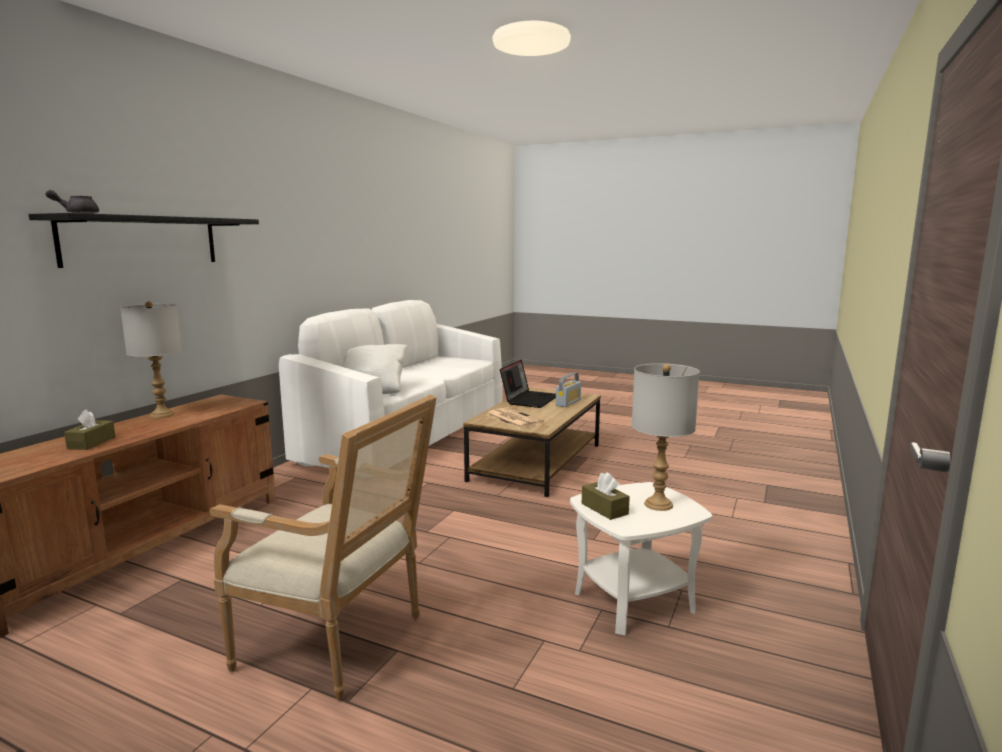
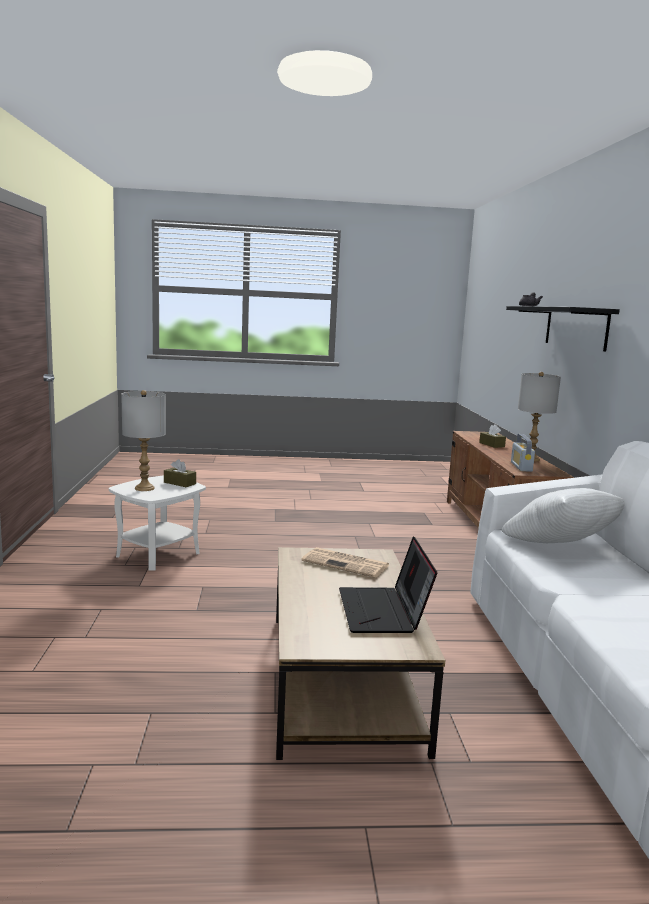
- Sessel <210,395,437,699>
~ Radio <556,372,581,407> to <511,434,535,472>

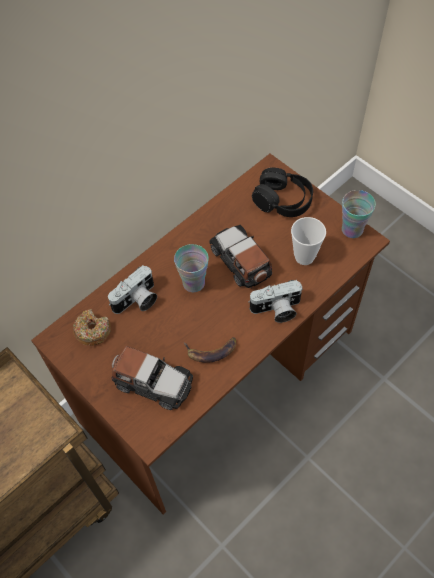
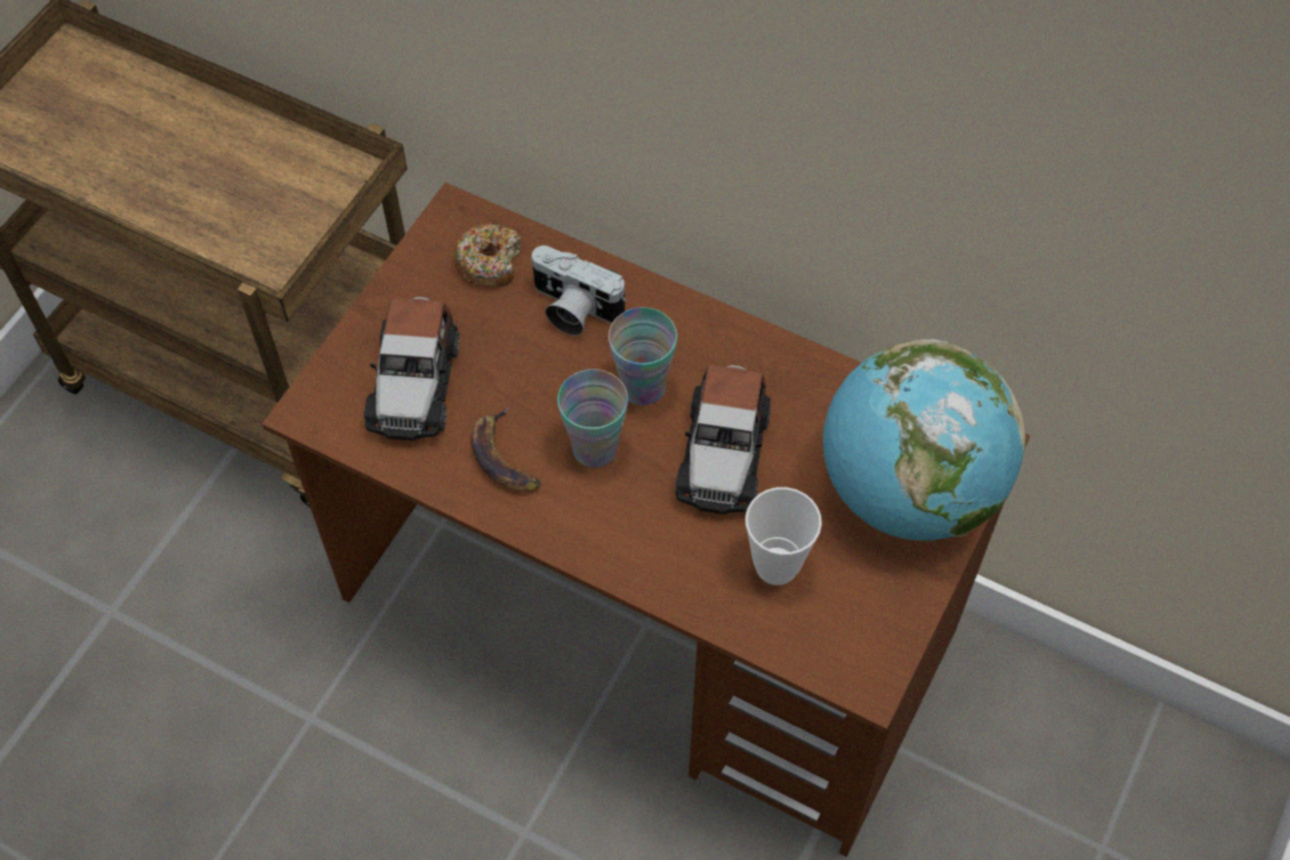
- Kamera <248,280,303,323>
~ Tasse <342,190,376,238> to <557,369,628,468>
~ Kopfhörer (schwarz) <252,168,313,217> to Globus <823,339,1025,540>
~ Spielzeugauto <209,225,272,289> = <675,365,771,514> 150 degrees clockwise

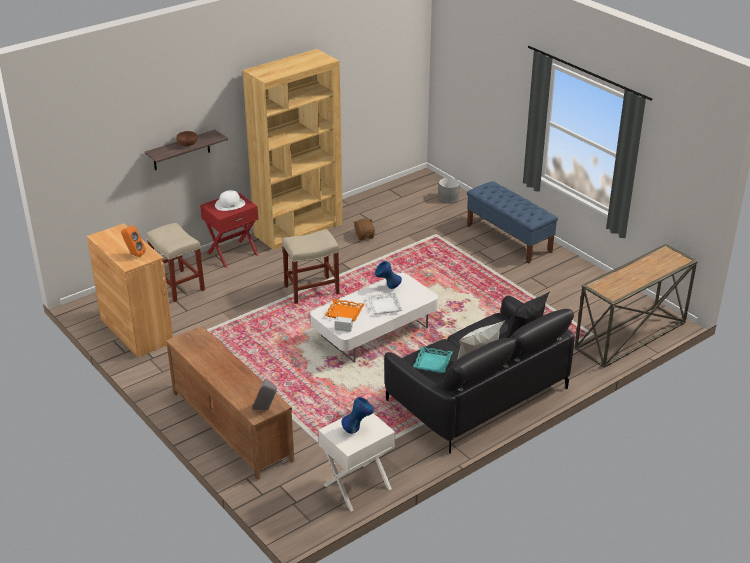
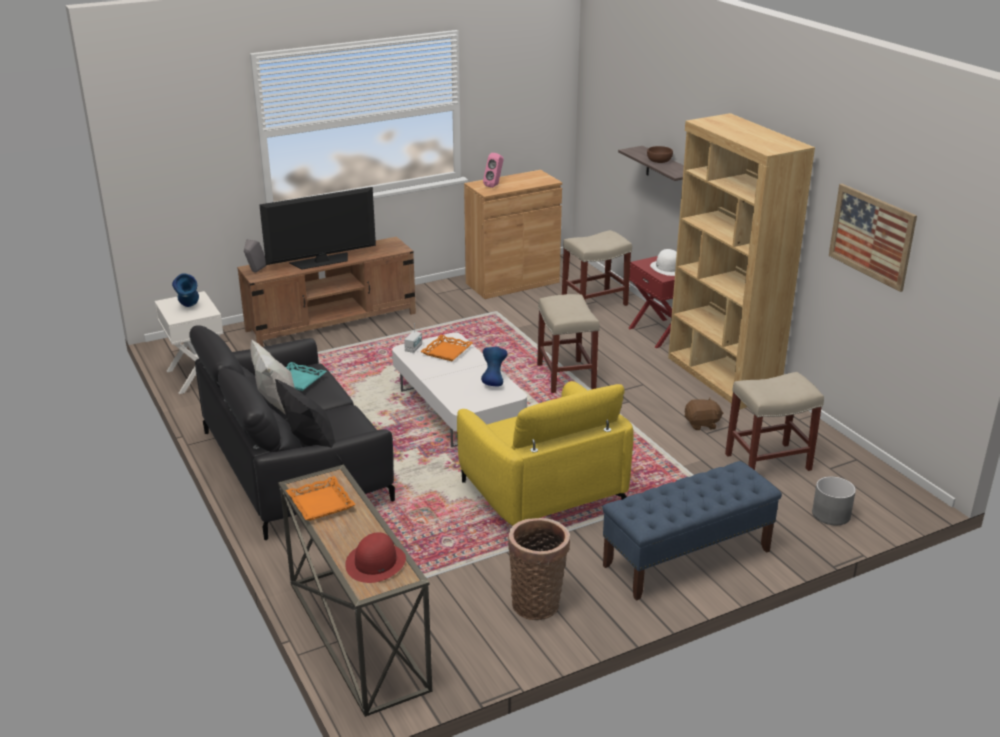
- Tablett (weiß) <367,292,403,314>
+ Fernseher <259,187,376,270>
+ Tablett (orange) <286,476,356,521>
+ Hut (rot) <345,532,406,583>
+ Sessel (gelb) <457,381,634,526>
+ Korb <508,518,570,620>
+ Hocker (beige) <725,372,824,471>
+ Bild <829,184,917,292>
~ Lautsprecher (orange) <121,225,146,257> to Lautsprecher (rosa) <483,153,504,188>

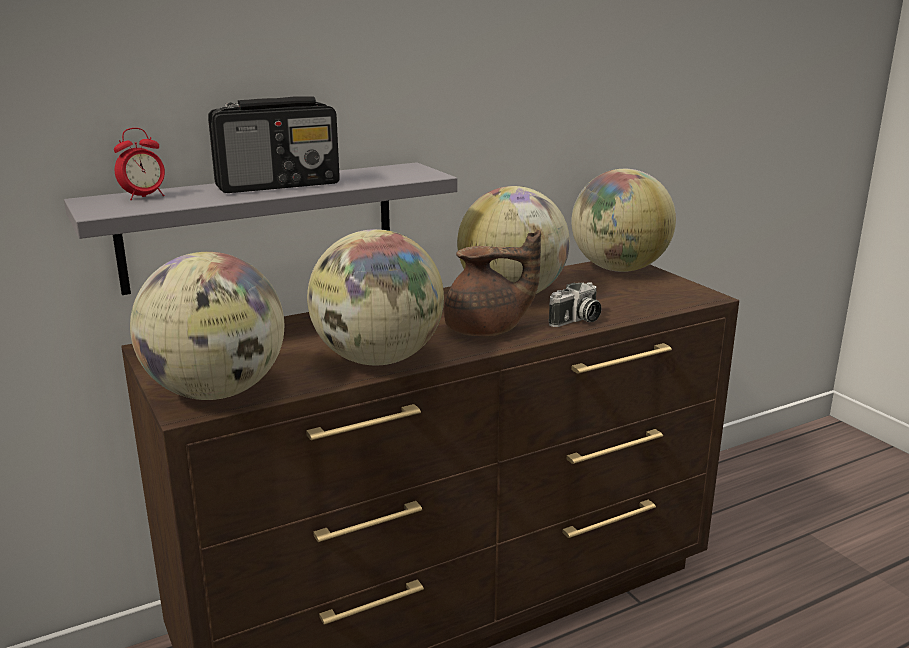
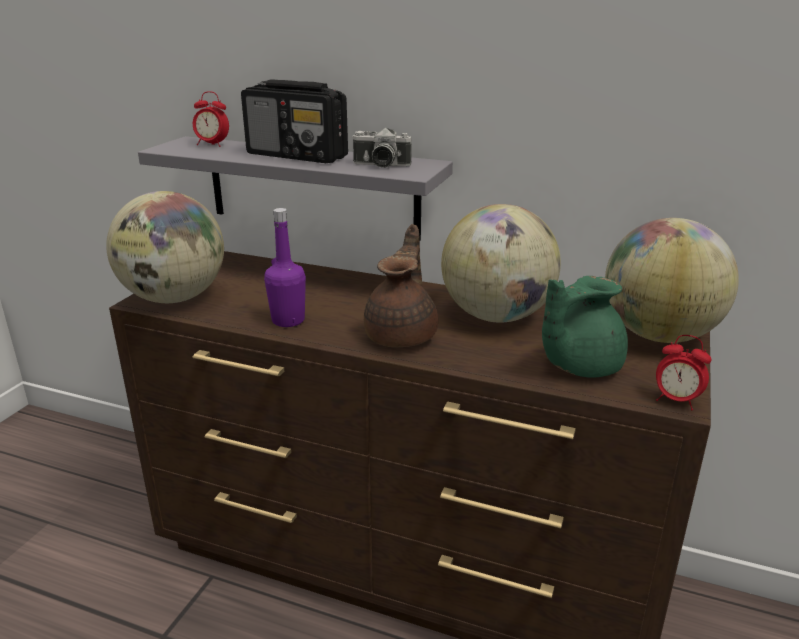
+ Teekanne (grün) <542,276,628,378>
+ Wecker <656,335,711,410>
~ Kamera <549,282,602,327> to <352,128,412,168>
~ Globus <307,229,444,365> to Flasche (lila) <264,208,306,327>
~ Teekanne (braun) <444,230,541,336> = <364,224,438,347> 120 degrees counterclockwise

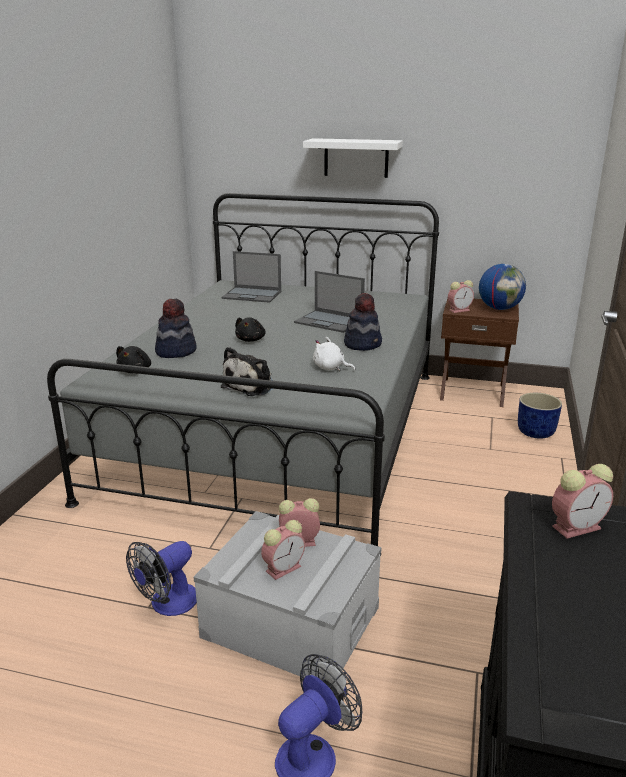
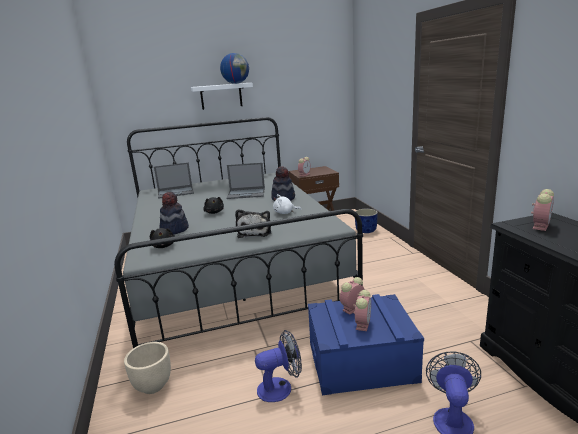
+ Pflanzkübel (beige) <124,342,171,394>
~ Globus <479,264,526,310> to <220,53,249,84>
~ Aufbewahrungsbox (grau) <194,511,382,679> to Aufbewahrungsbox (blau) <308,294,424,395>
~ Ventilator <126,541,197,616> = <255,330,302,402> 120 degrees counterclockwise

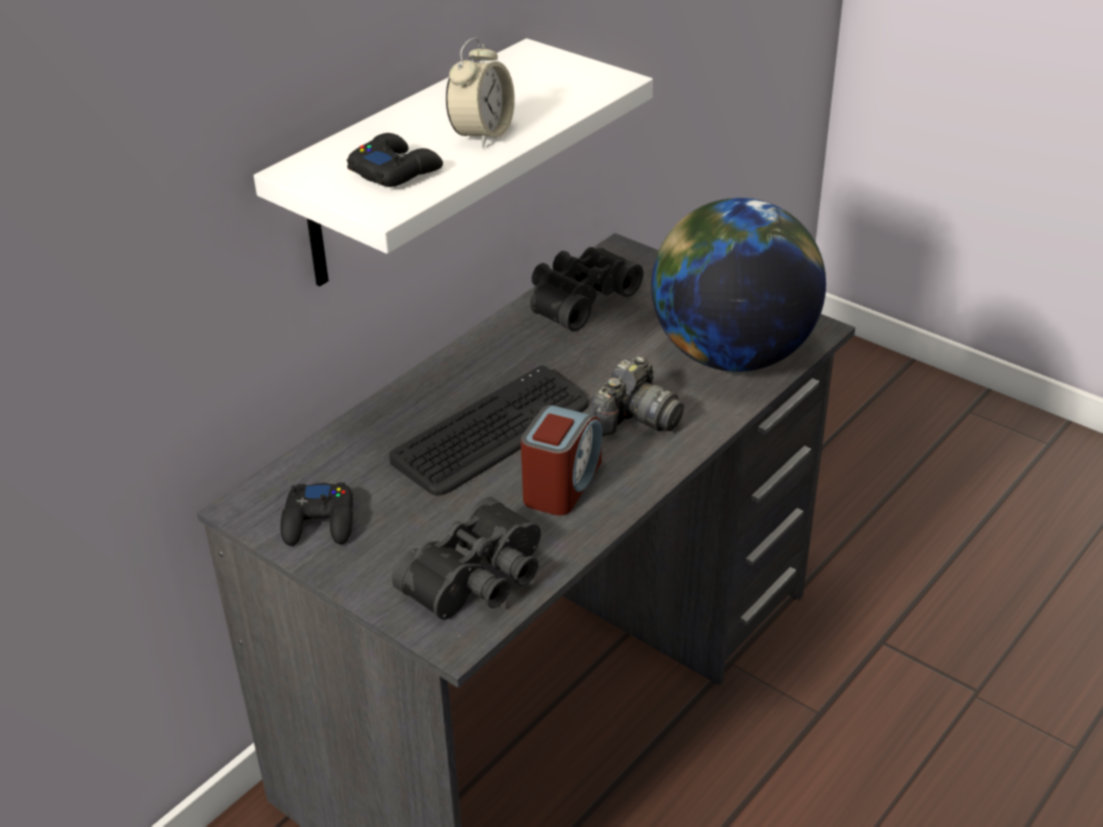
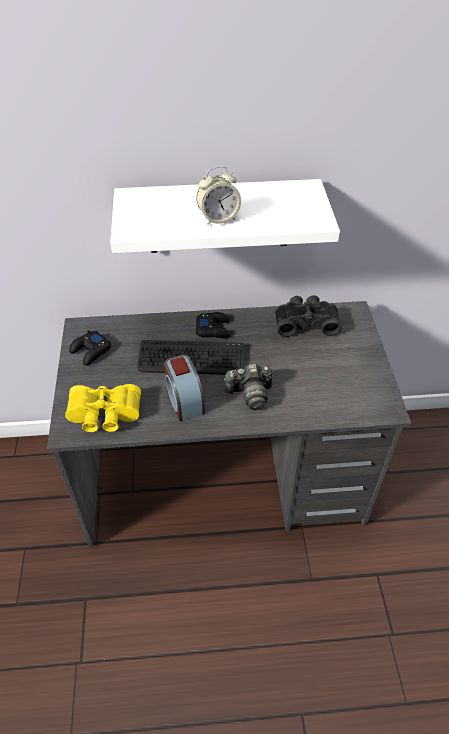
- Globus <651,198,826,372>
~ Gamepad (schwarz) <347,133,443,187> to <196,312,230,338>
~ Fernglas (schwarz) <392,497,541,620> to Fernglas (gelb) <65,384,141,432>
~ Wecker <521,405,602,516> = <164,354,205,422> 90 degrees clockwise

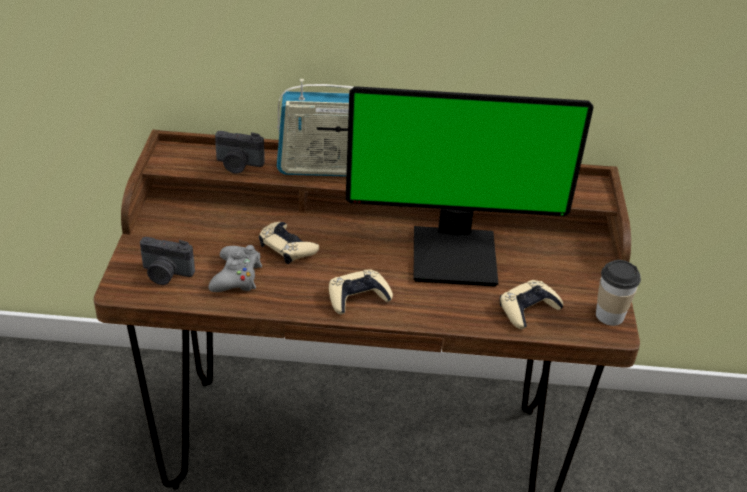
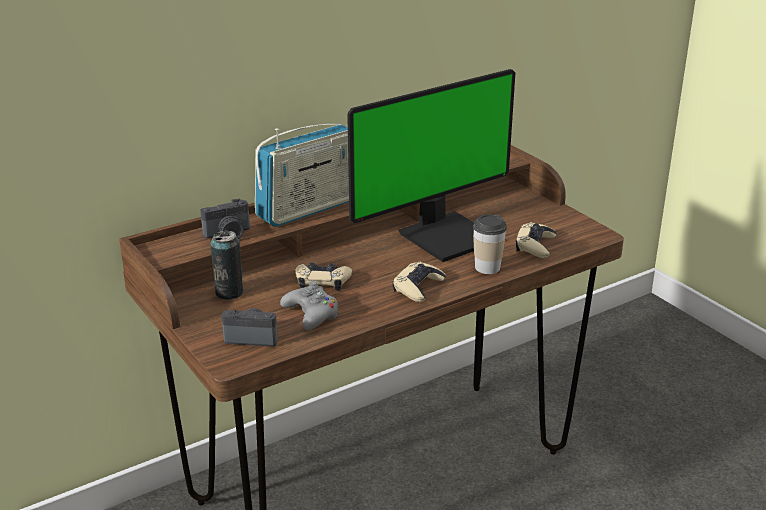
+ Dose <210,230,244,300>
~ Tasse <596,260,641,326> to <473,215,507,274>
~ Kamera <140,237,195,285> = <221,308,278,347> 150 degrees counterclockwise

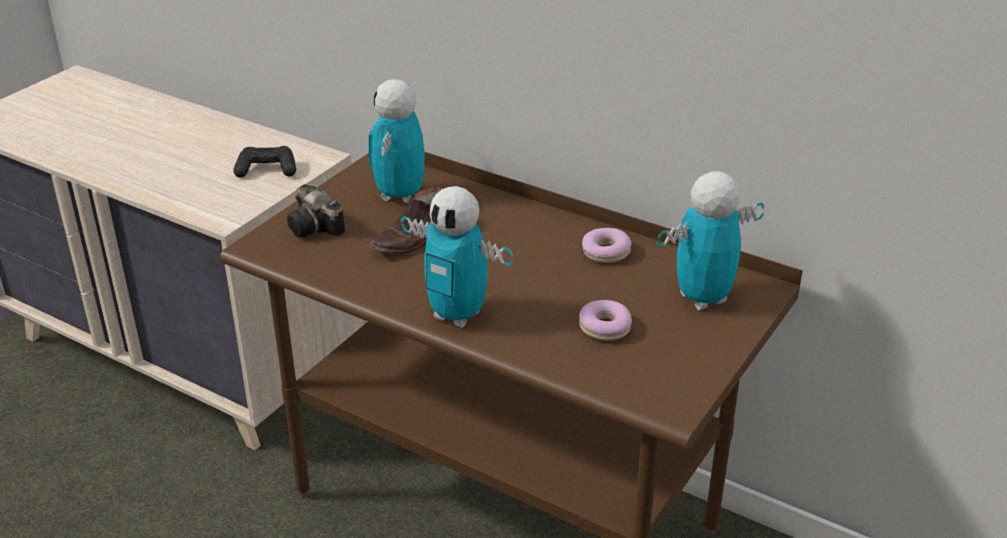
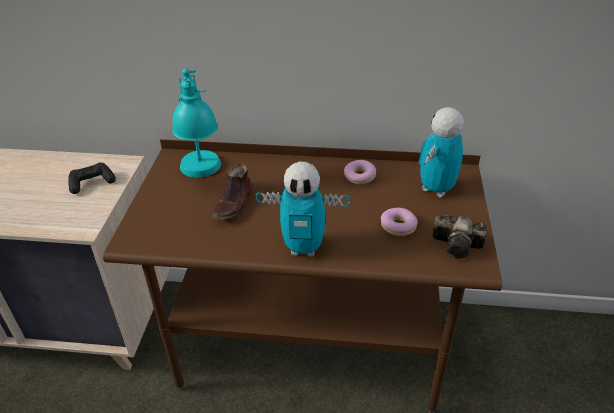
~ Kamera <287,184,345,237> to <433,215,487,259>
~ Spielzeugroboter <369,79,425,204> to Tischlampe (türkis) <172,68,221,178>

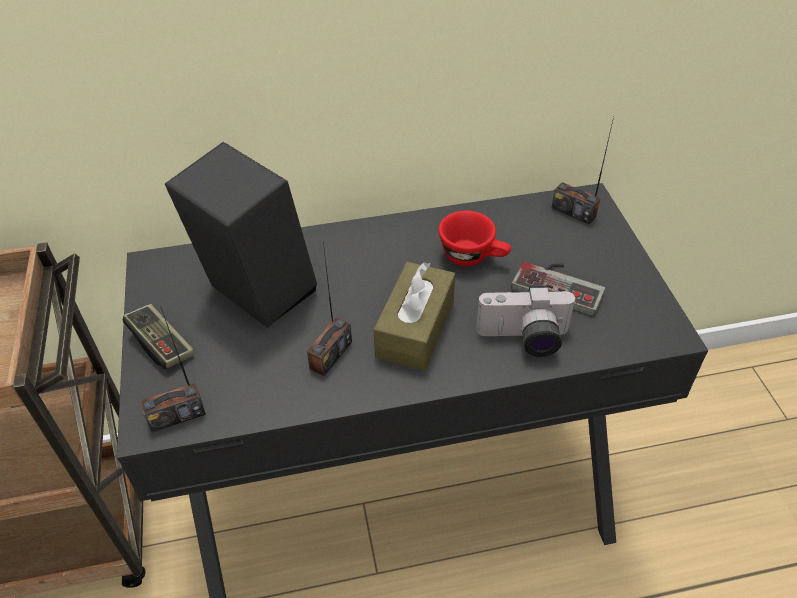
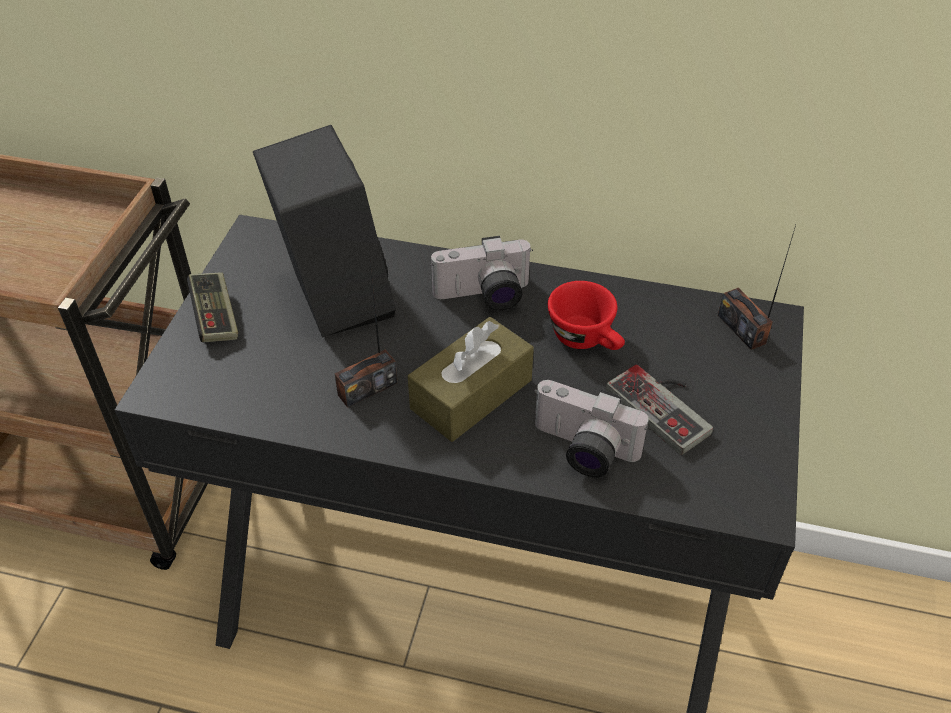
- Radio <141,306,206,433>
+ Kamera <431,236,533,311>

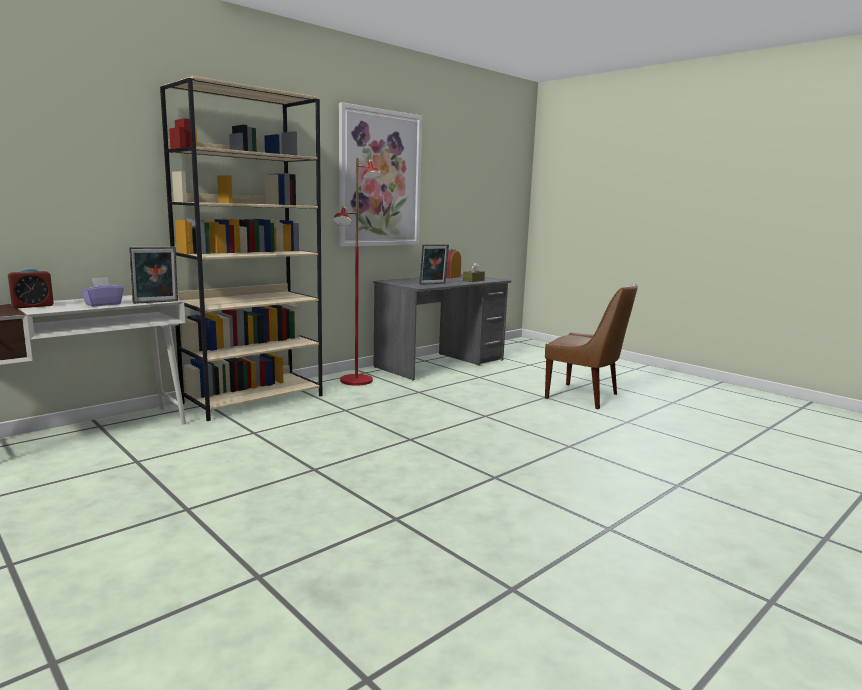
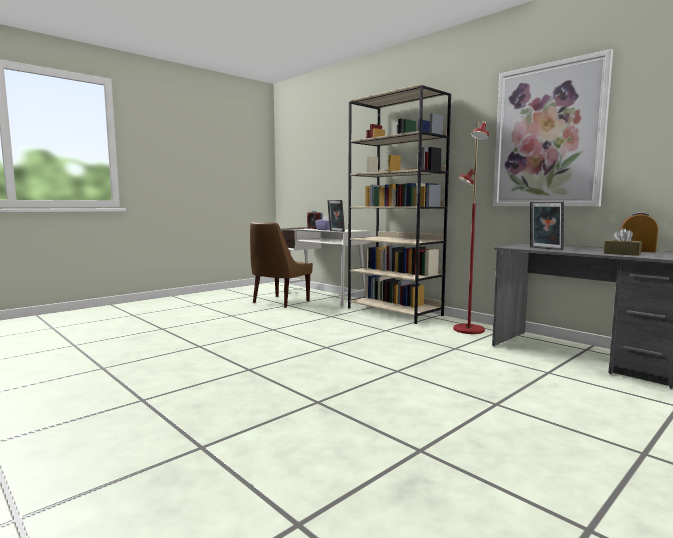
~ Stuhl (braun) <545,283,638,409> to <250,222,313,308>

